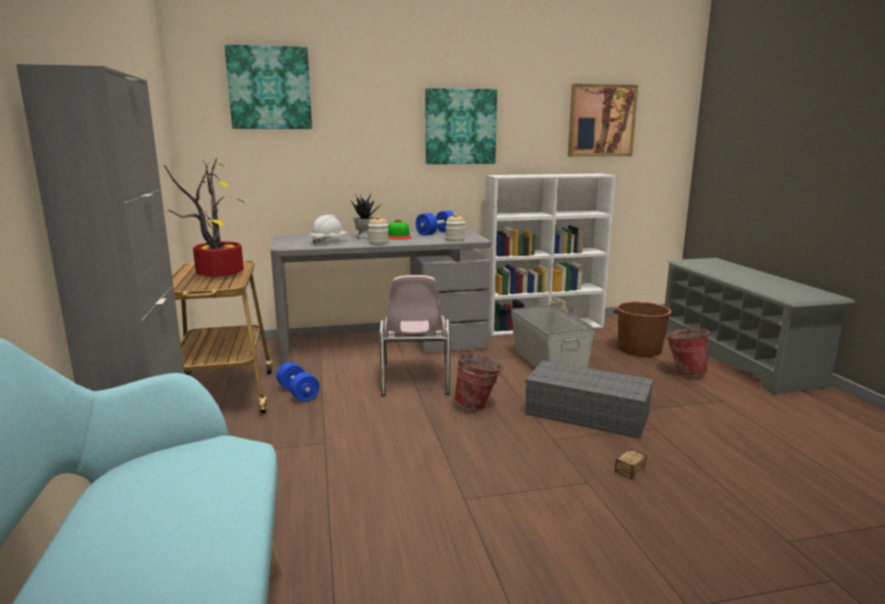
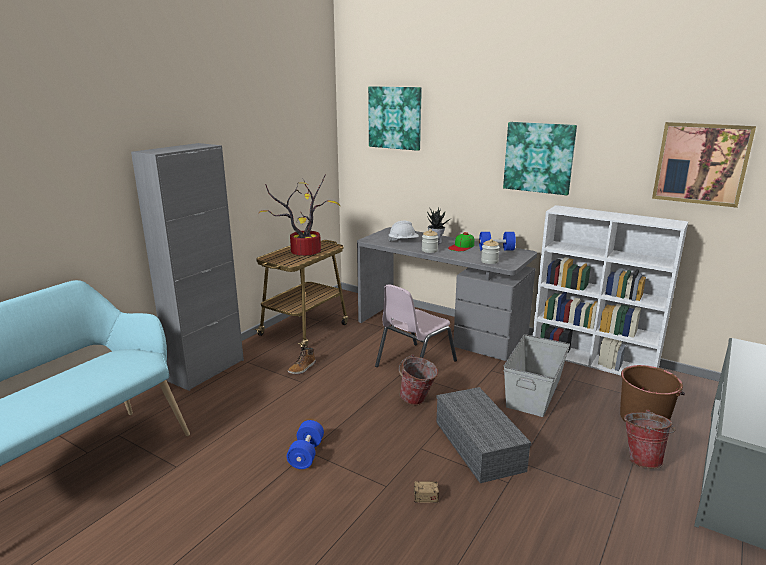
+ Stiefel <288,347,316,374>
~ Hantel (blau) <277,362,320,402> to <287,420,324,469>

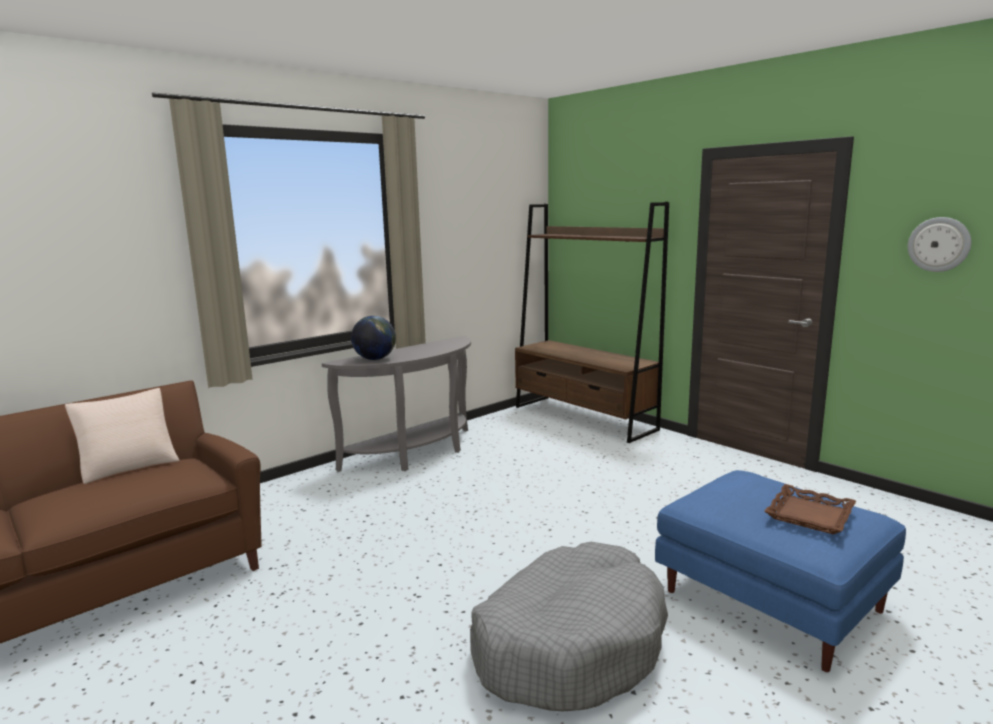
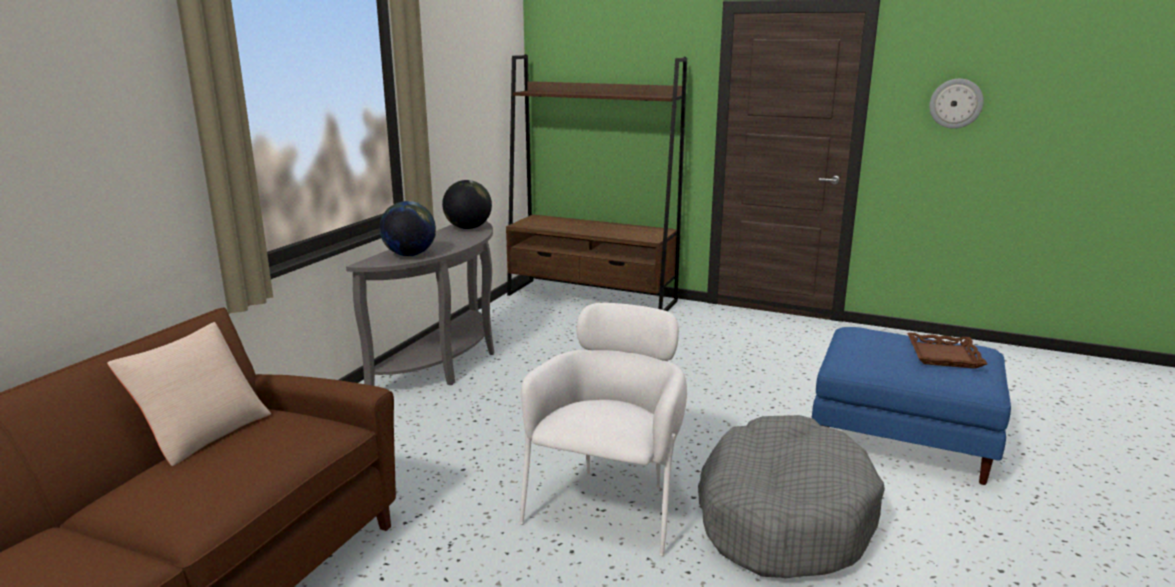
+ Globus <442,180,492,229>
+ Sessel (weiß) <519,303,687,556>

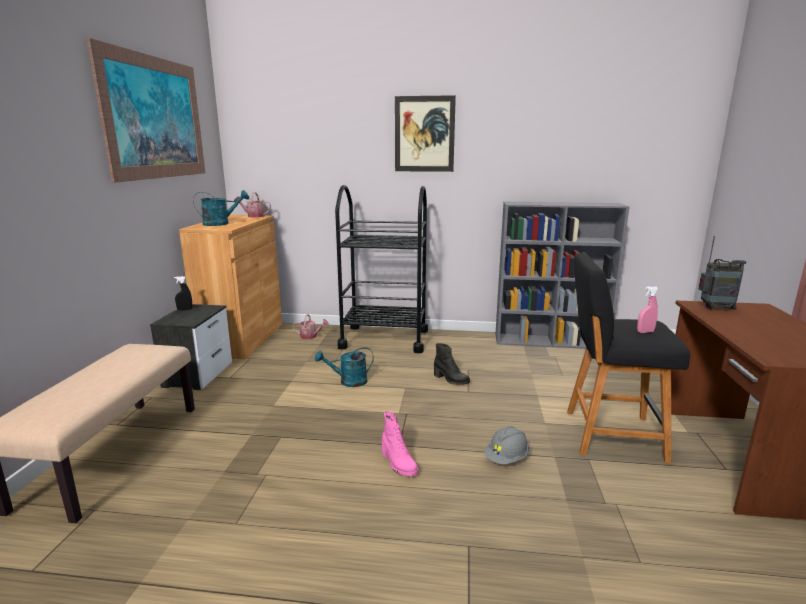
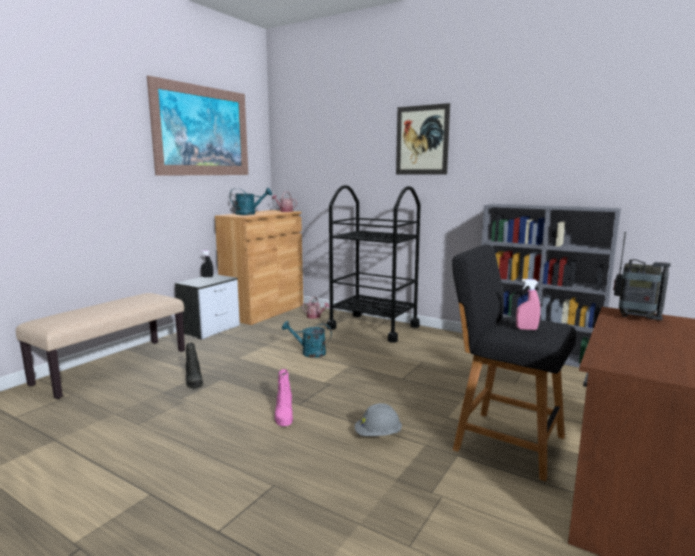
~ Stiefel (schwarz) <434,343,470,385> to <186,343,203,389>

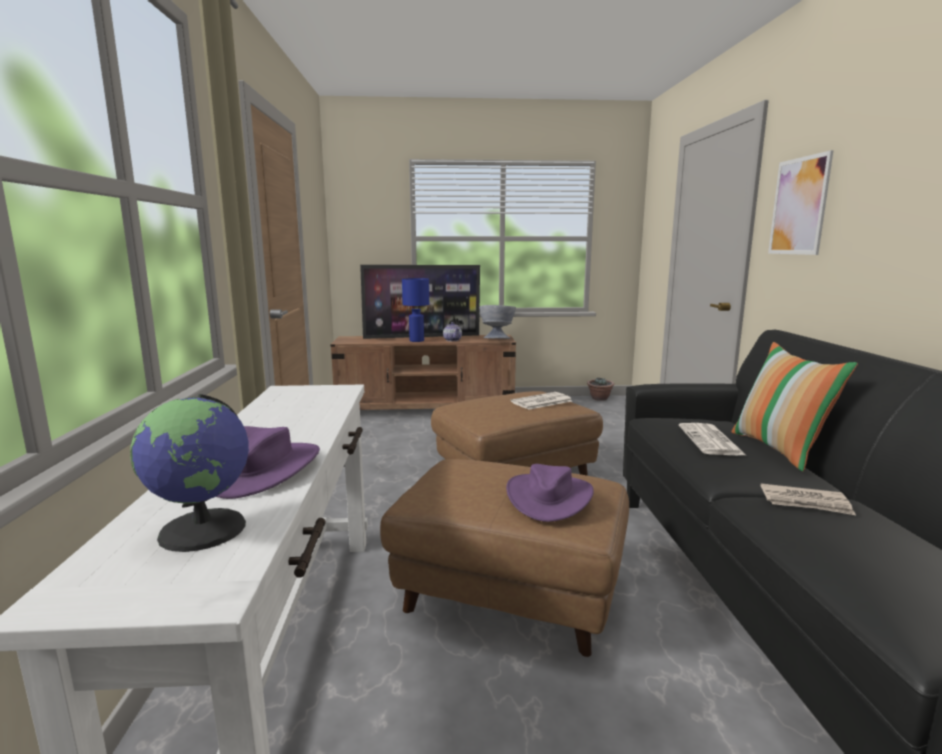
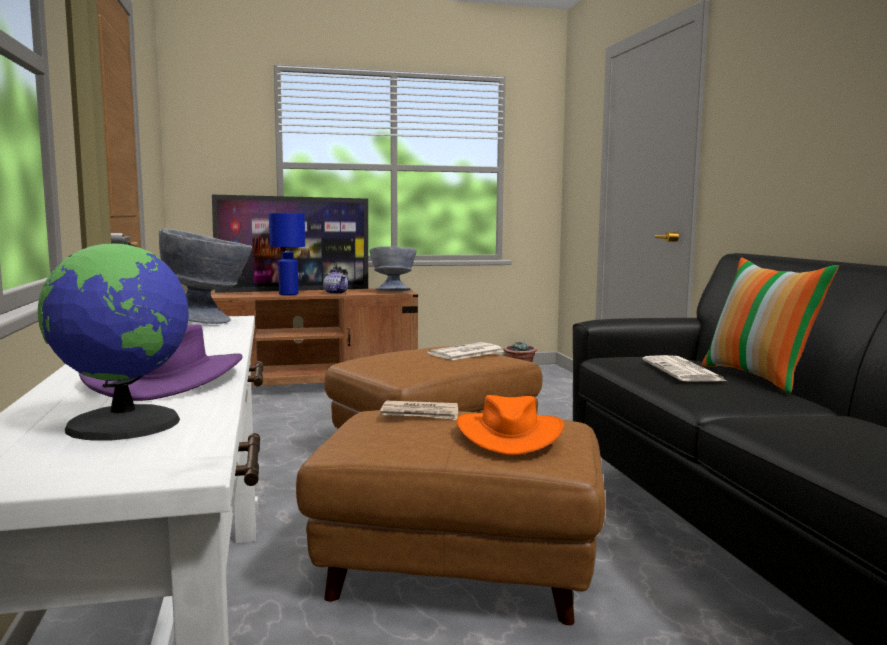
- Bild <768,150,834,255>
+ Schüssel (grau) <159,229,252,324>
~ Zeitung <760,483,856,515> to <380,401,458,420>
~ Hut (lila) <506,464,594,522> to Hut (orange) <457,395,564,455>

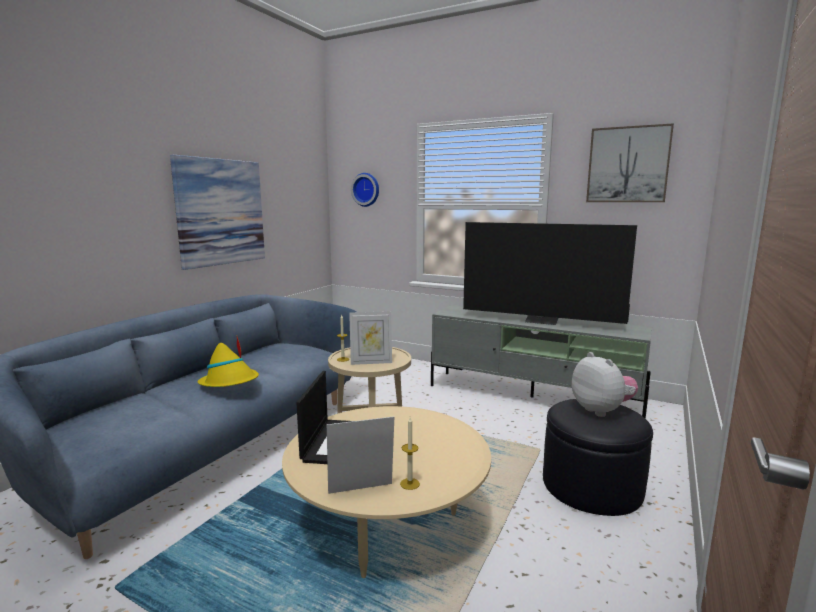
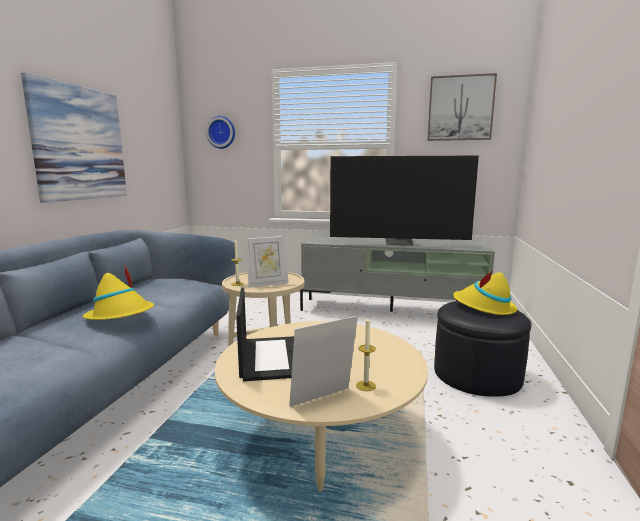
~ Plüschtier <572,352,638,417> to Hut (gelb) <453,272,517,315>

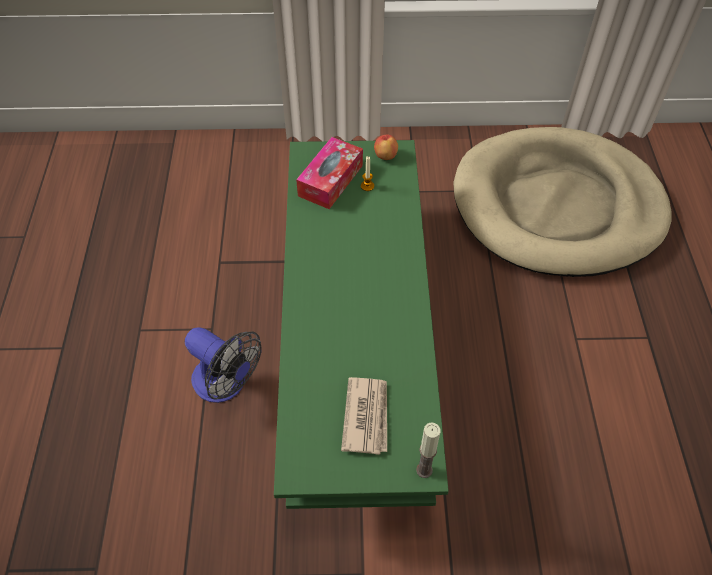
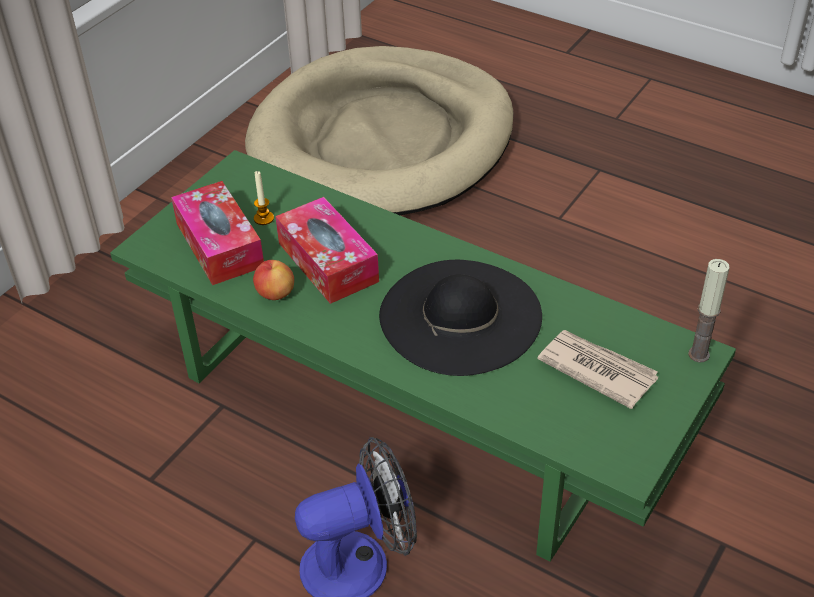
+ Taschentuchbox <275,197,379,304>
+ Hut (schwarz) <379,260,542,376>
~ Apfel <374,135,398,160> to <253,260,294,300>

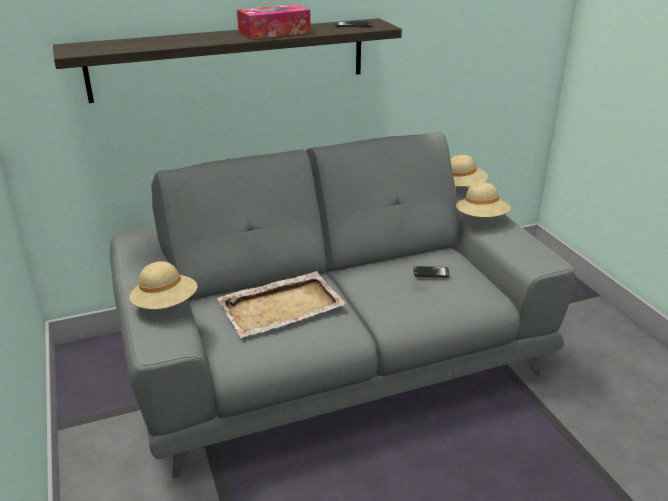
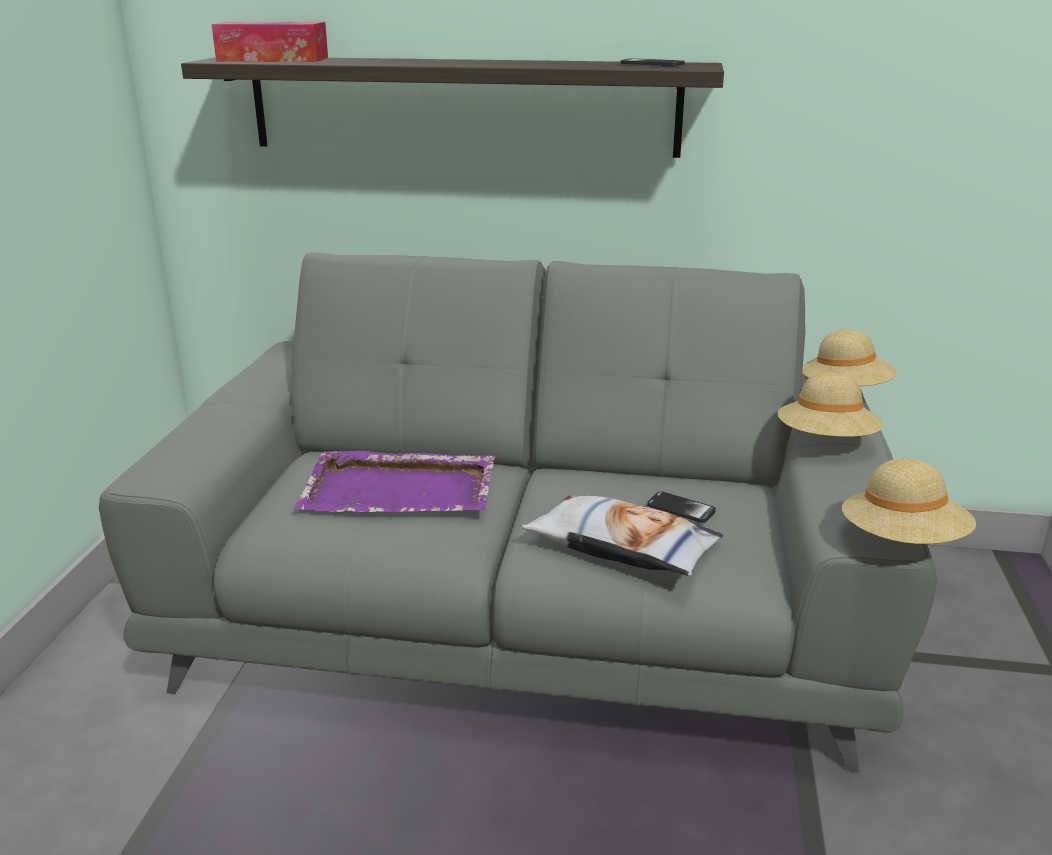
+ Kissen <522,495,723,576>
~ Hut (beige) <129,261,197,309> to <842,458,976,544>
~ Taschentuchbox <237,4,311,40> to <211,22,328,62>
~ Tablett (beige) <217,271,346,338> to Tablett (lila) <293,451,495,512>

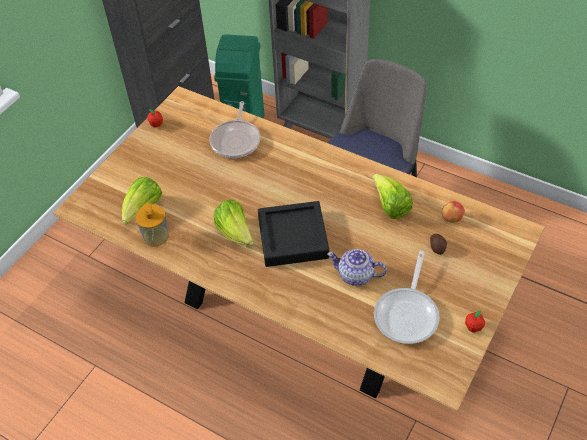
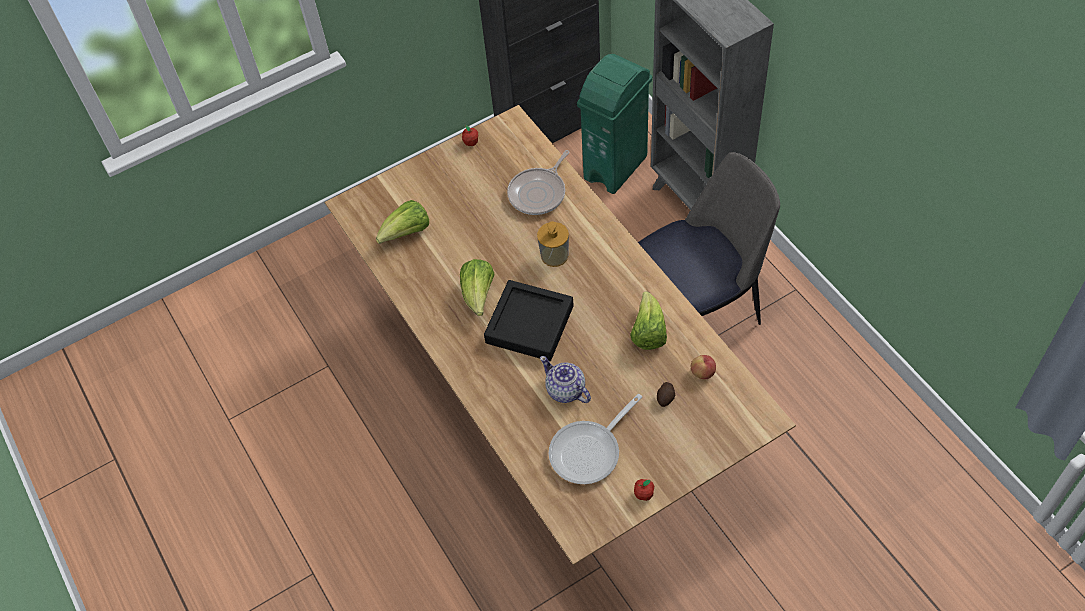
~ Seifenspender <135,203,169,247> to <537,221,569,267>

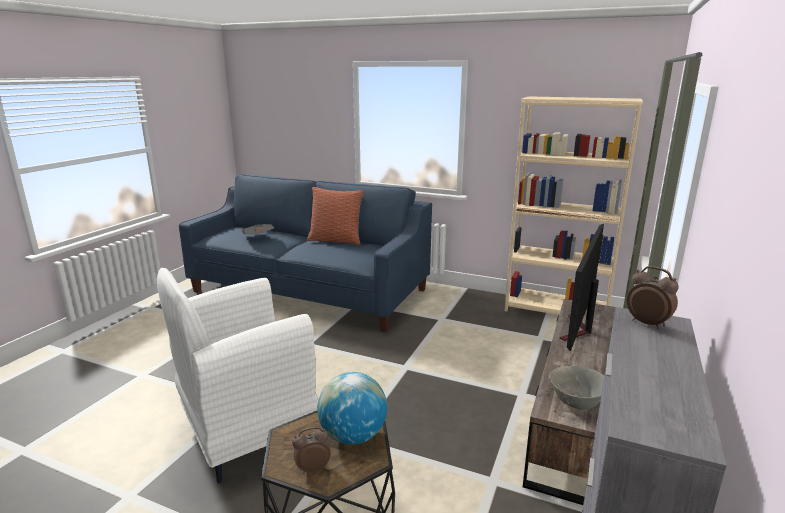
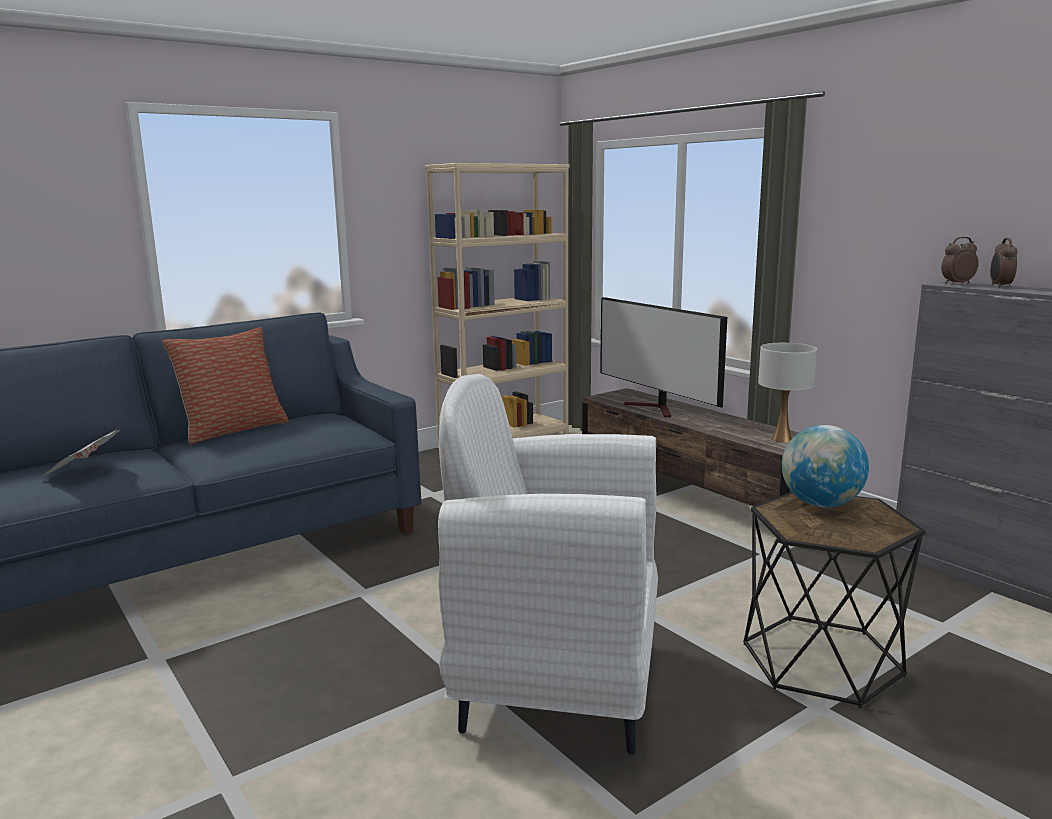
~ Wecker <292,427,331,474> to <990,238,1017,288>
~ Schüssel (grau) <549,366,604,410> to Tischlampe (weiß) <758,343,817,443>
~ Sessel (weiß) <157,268,319,483> = <438,374,658,754> 105 degrees clockwise

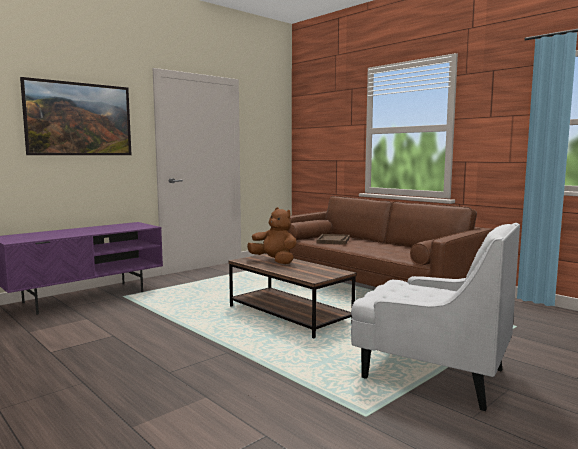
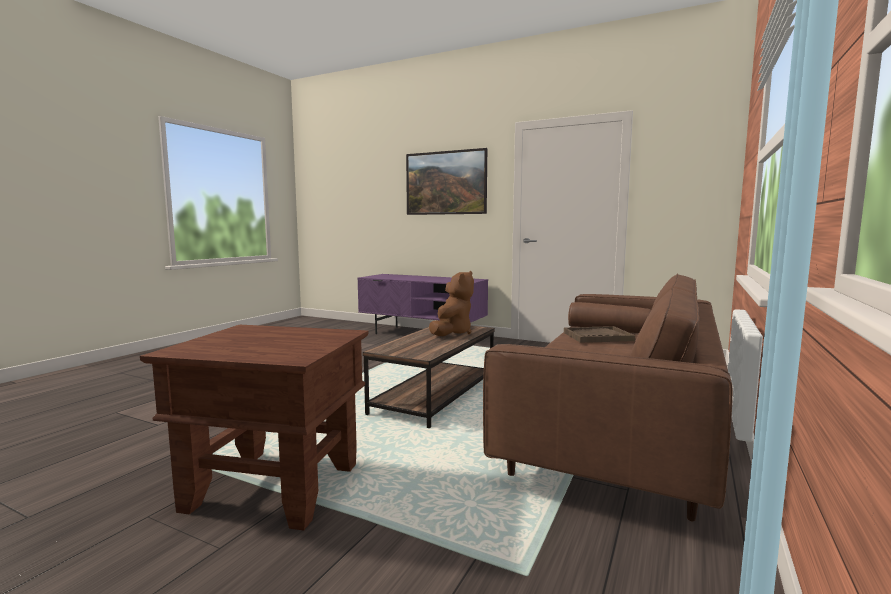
~ Sessel (weiß) <351,223,520,411> to Beistelltisch (braun) <140,325,369,531>

